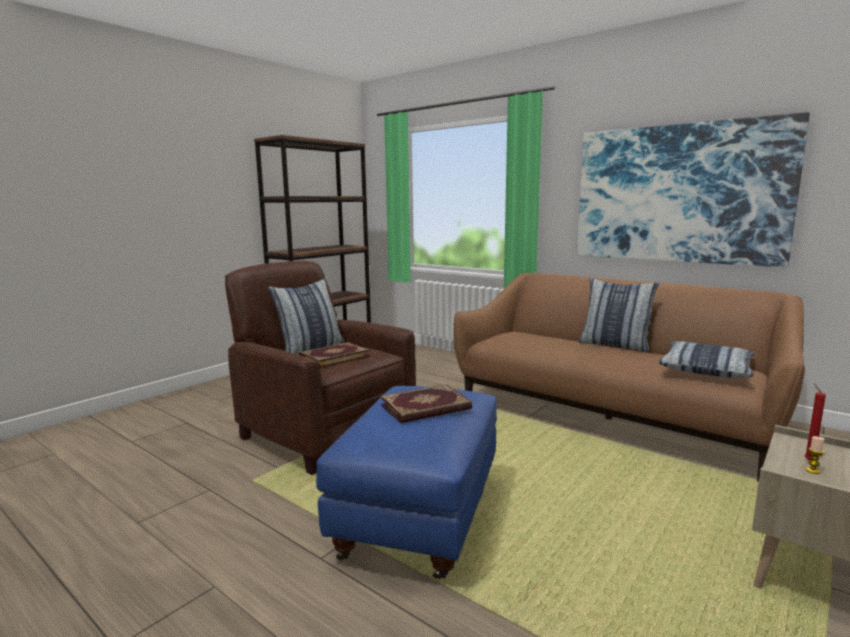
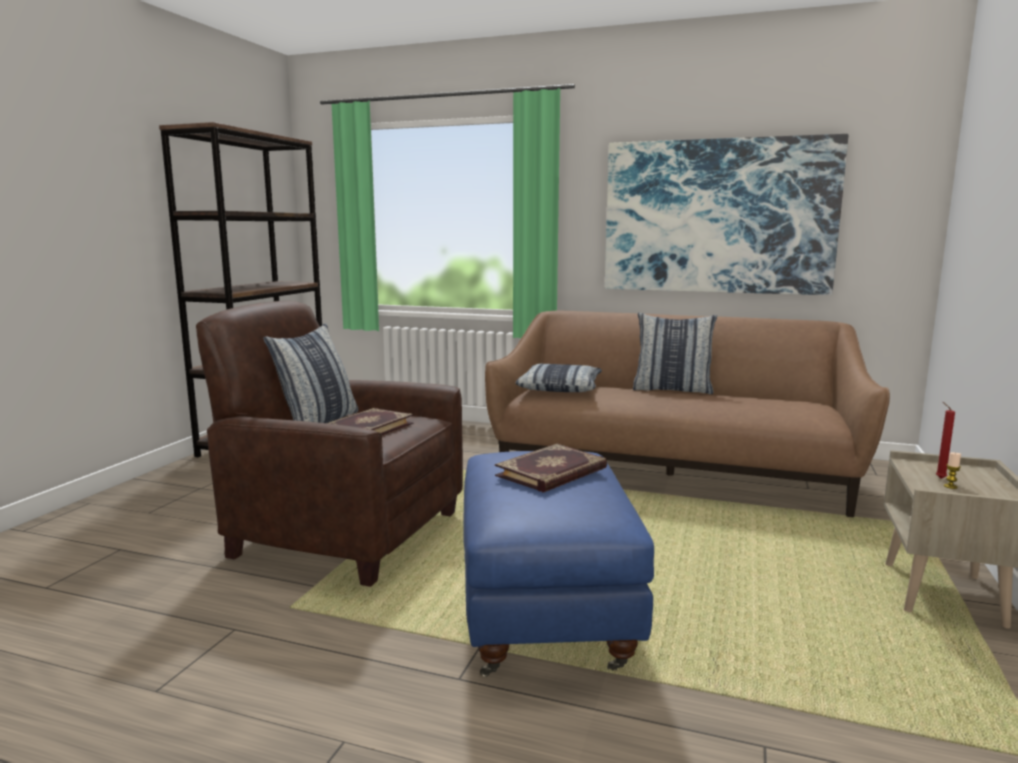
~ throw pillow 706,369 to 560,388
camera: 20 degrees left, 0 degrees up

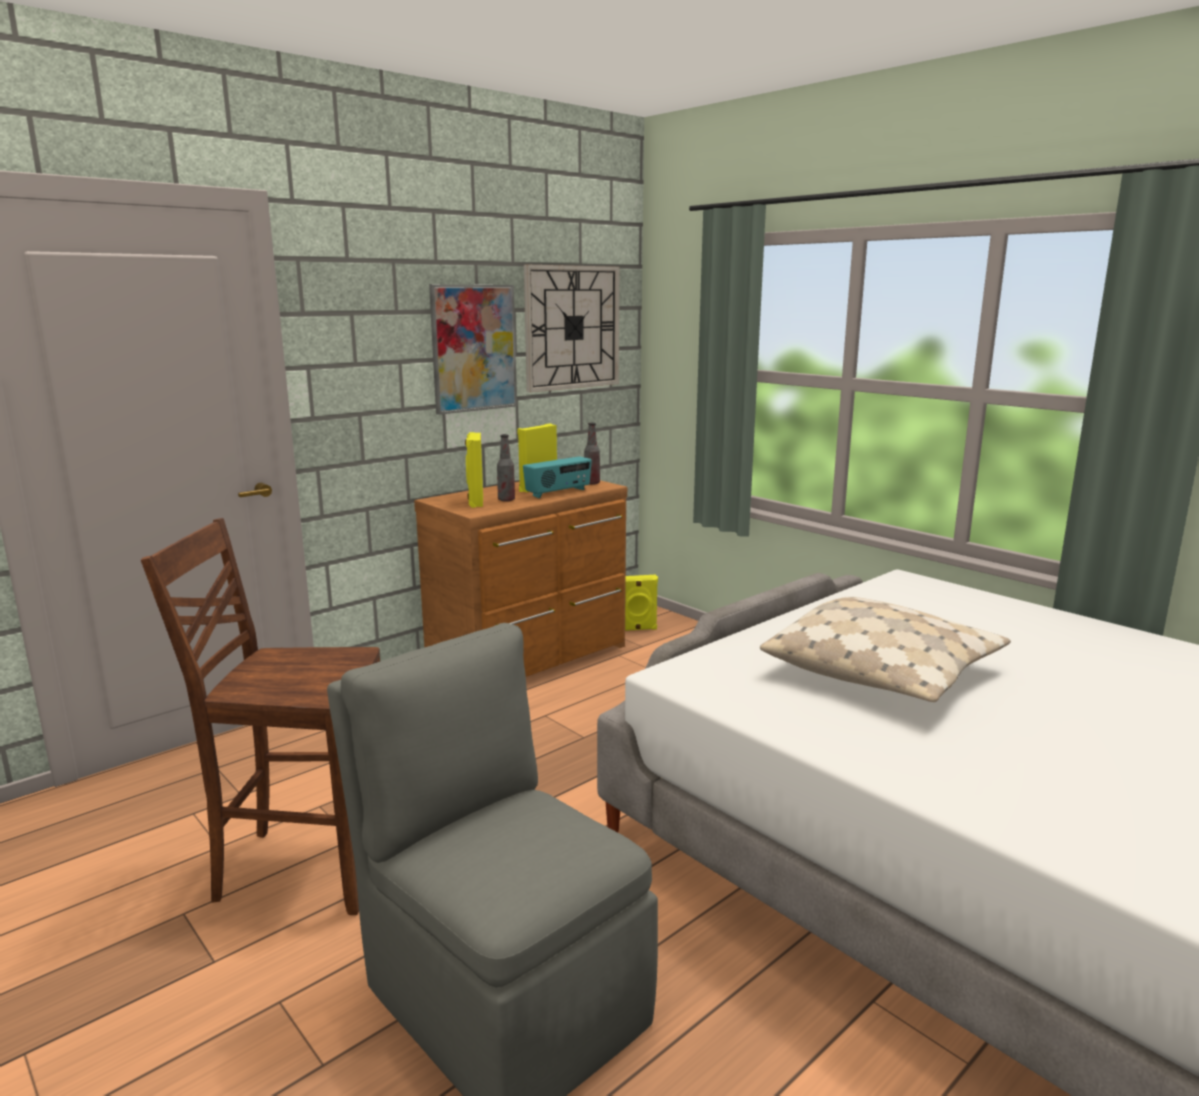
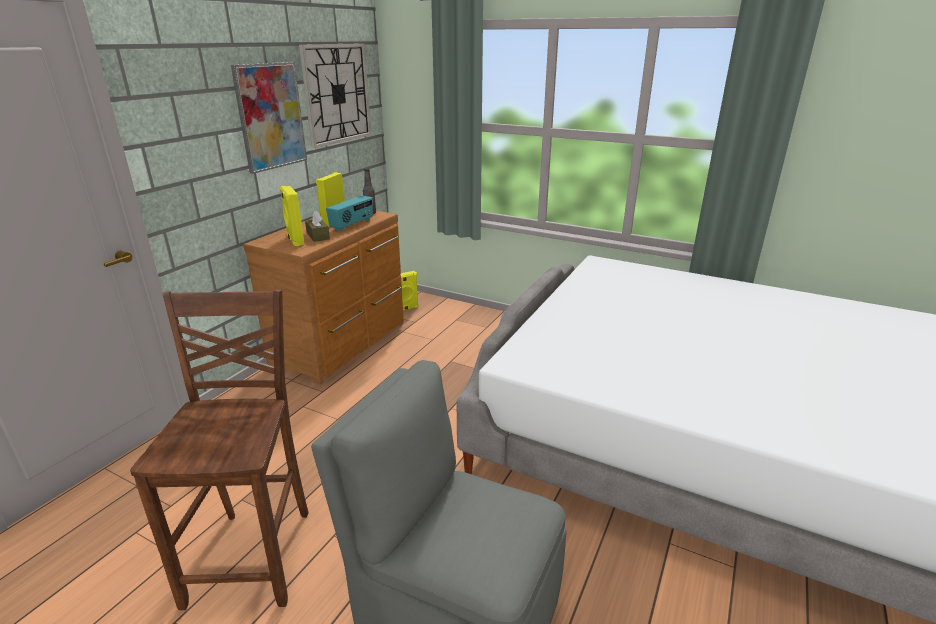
- beige throw pillow 883,672
~ drink bottle 506,500 to brownish tissue holder 318,236
~ brownish upright chair 303,867 = 255,554 105 degrees clockwise
camera: 20 degrees left, 10 degrees up

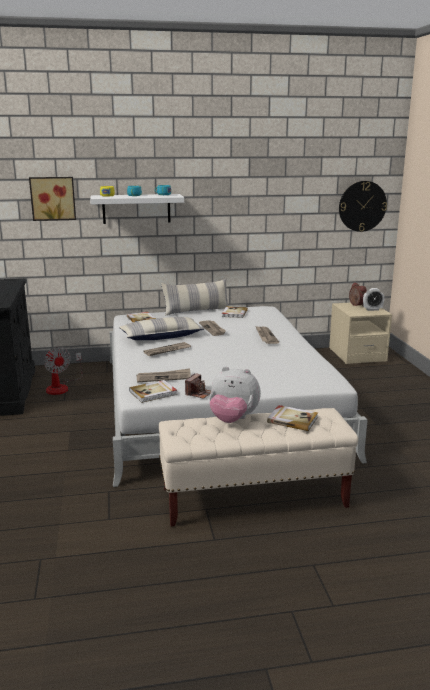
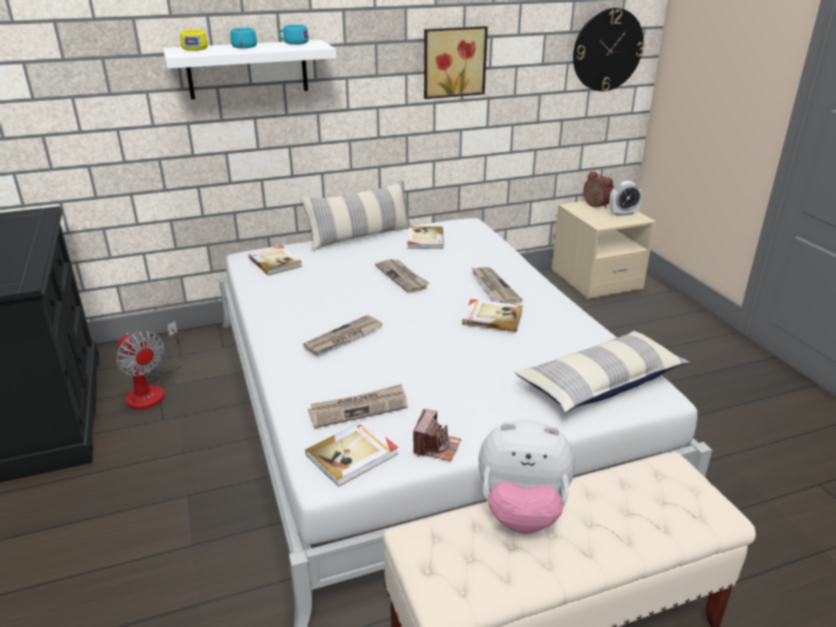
~ picture 53,198 to 453,61
~ throw pillow 161,337 to 600,383
~ bound book 292,419 to 492,317
camera: 10 degrees left, 10 degrees up

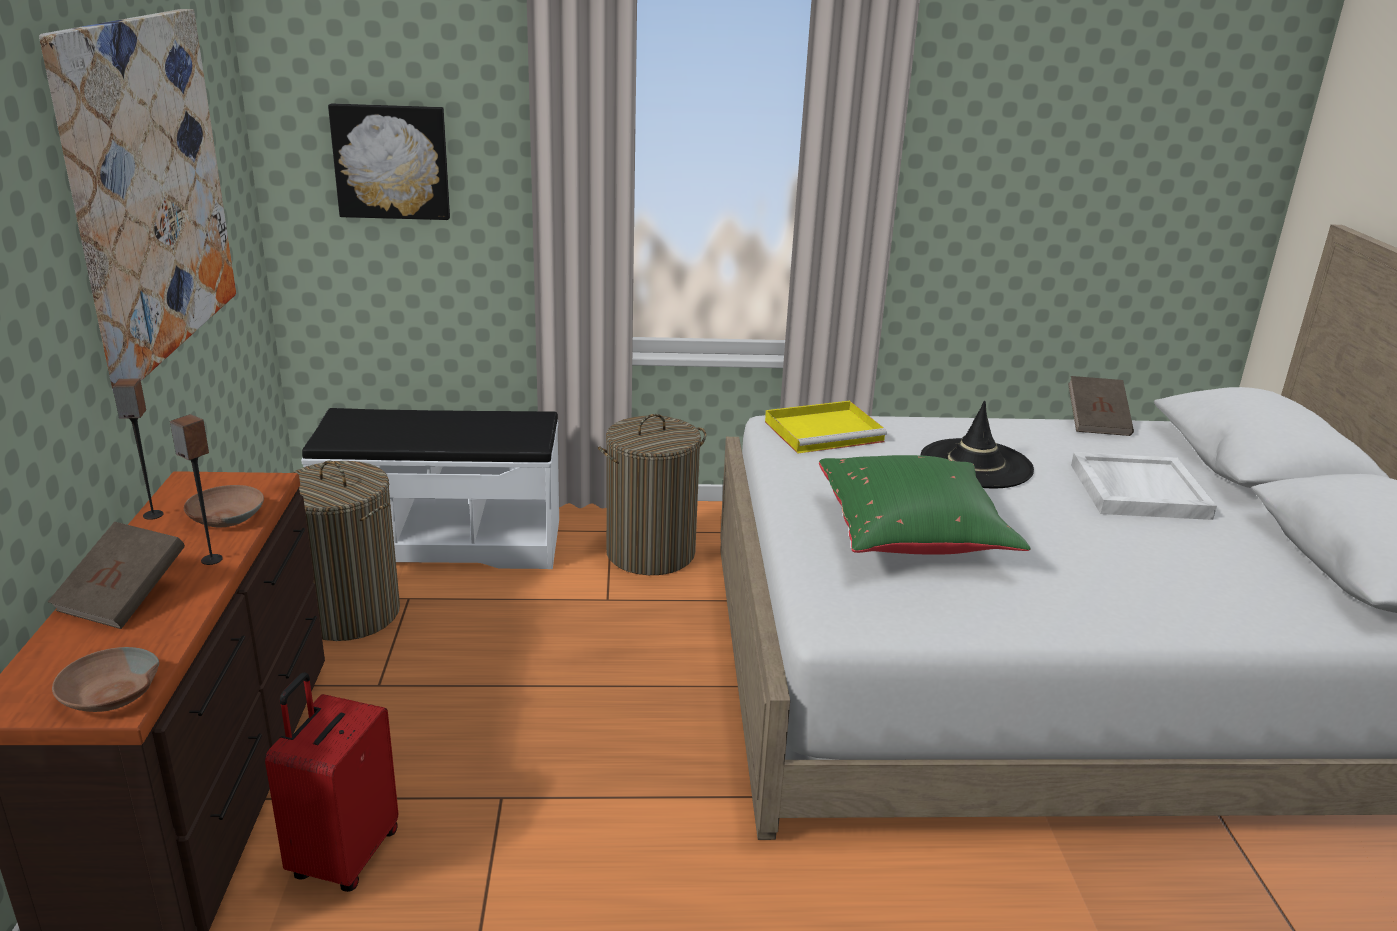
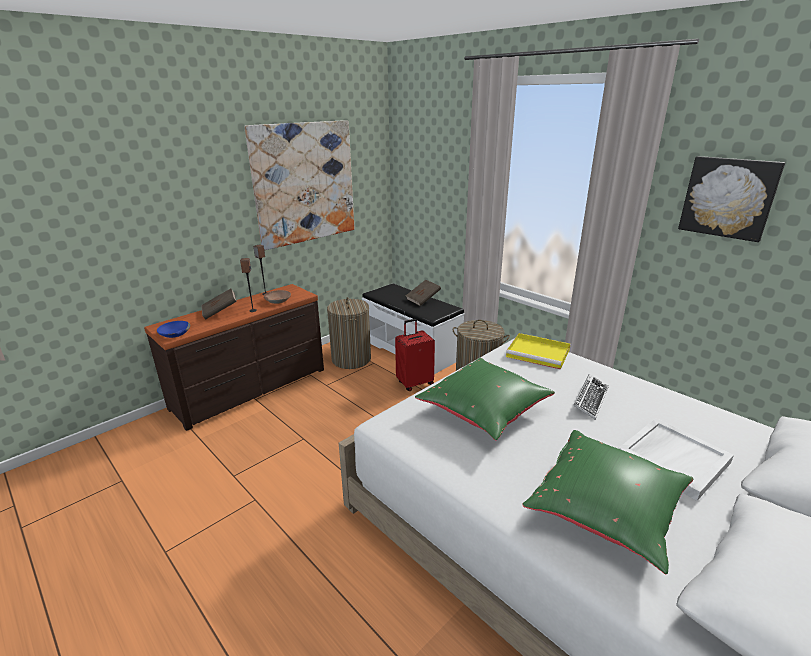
+ greenish throw pillow 606,512
~ red piece of luggage 343,855 to 414,383
~ picture 392,161 to 728,197
~ brownish bound book 1097,422 to 423,300
~ blackish clothing hat 976,464 to PC keyboard 590,399
~ brownish serving bowl 109,695 to blue-coloured serving bowl 174,333
camera: 50 degrees right, 0 degrees up

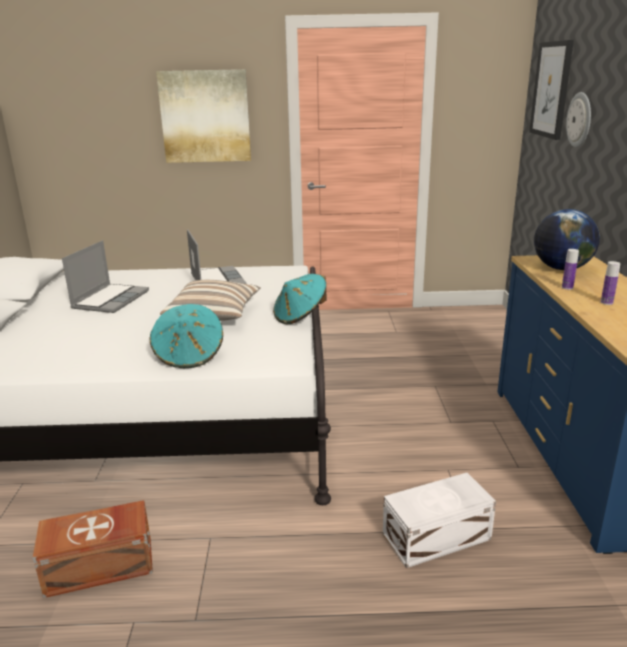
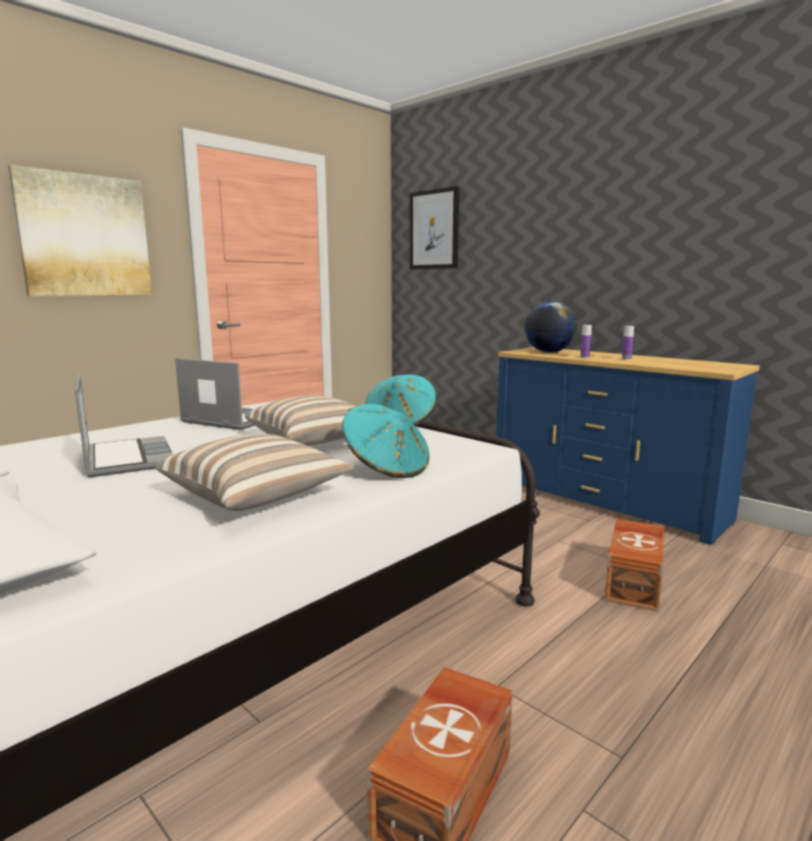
- hanging clock 580,120
+ throw pillow 257,496
~ white-coloured storage bin 438,537 to brownish storage bin 635,582
camera: 45 degrees left, 10 degrees down

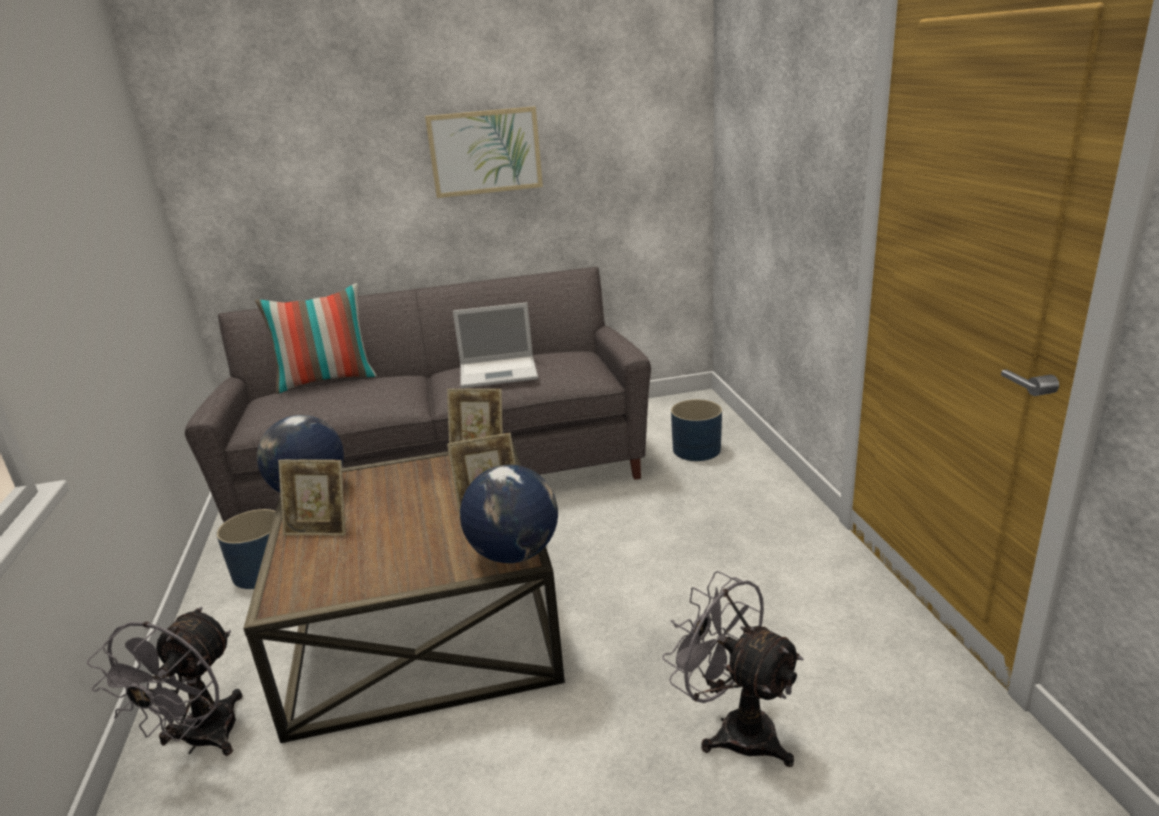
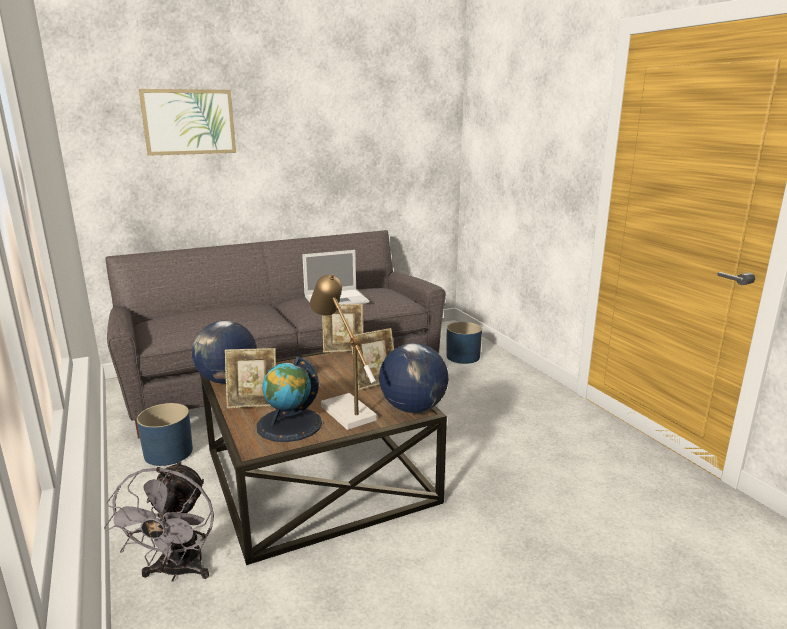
- throw pillow 327,381
- grey fan 735,728
+ globe 289,424
+ lamp for a table 343,410
~ picture 485,152 to 189,122
camera: 15 degrees left, 5 degrees down

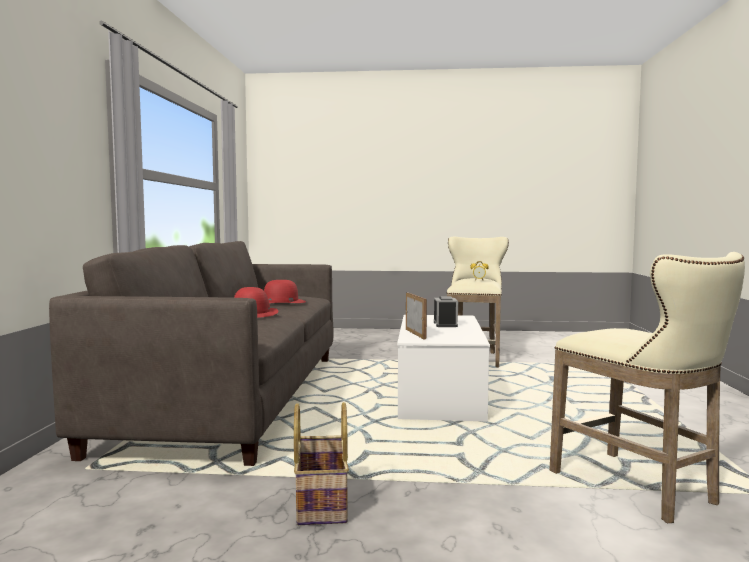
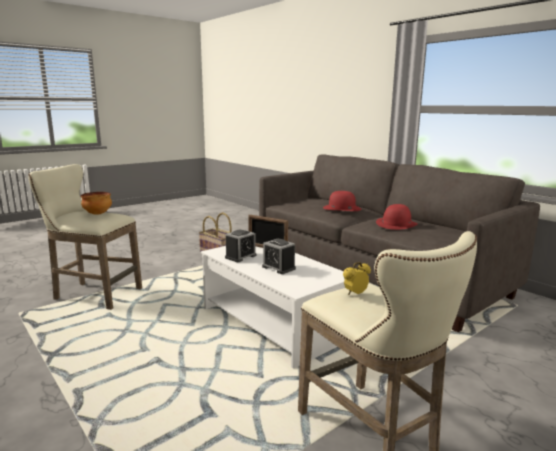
+ serving bowl 98,214
+ alarm clock 240,256
camera: 135 degrees right, 10 degrees up

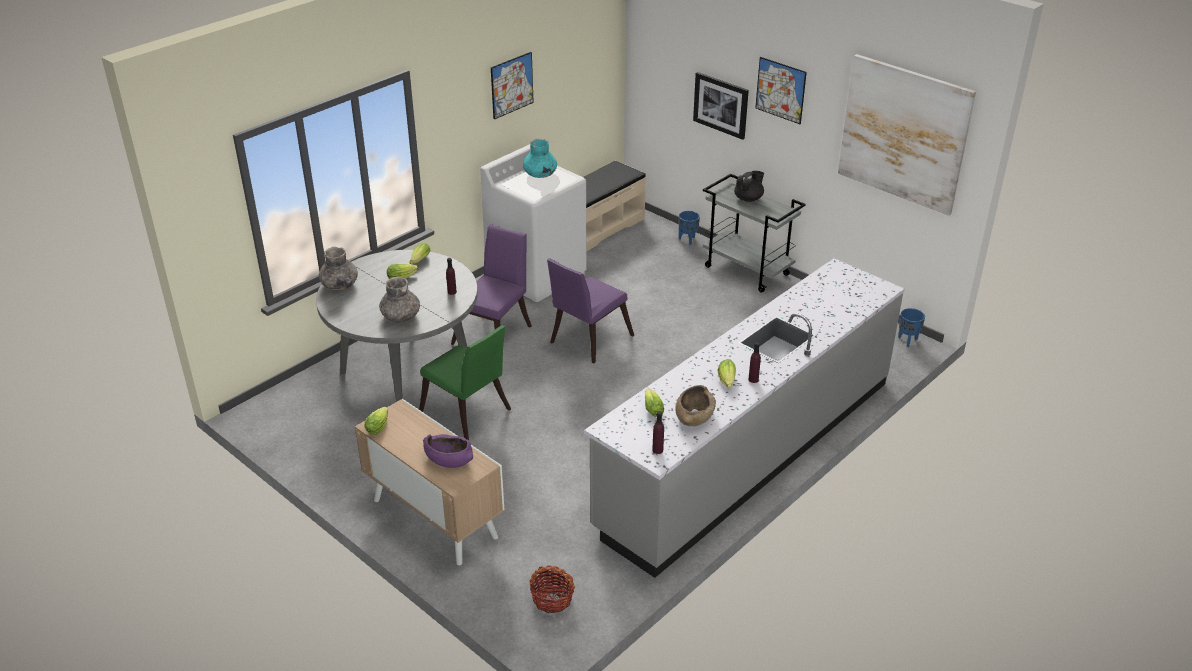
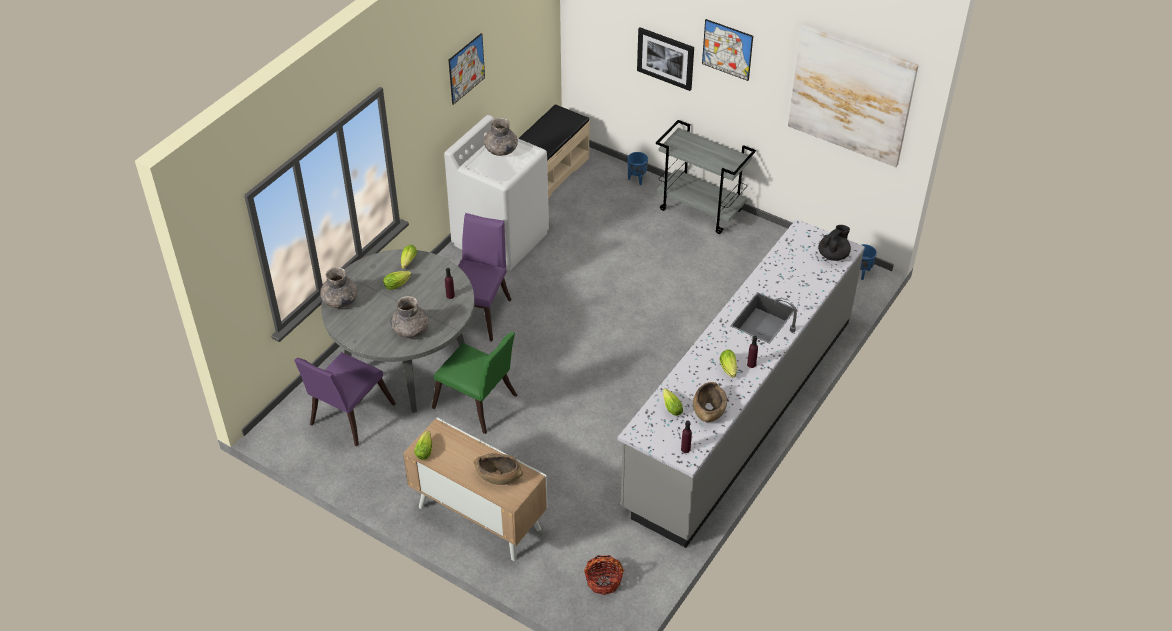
~ purple-coloured upright chair 587,341 to 348,417
~ blackish pot for tea 748,199 to 833,255
~ purple-coloured serving bowl 448,459 to brownish serving bowl 498,475
~ turquoise flower vase 540,174 to grey flower vase 501,150
camera: 10 degrees left, 10 degrees up

